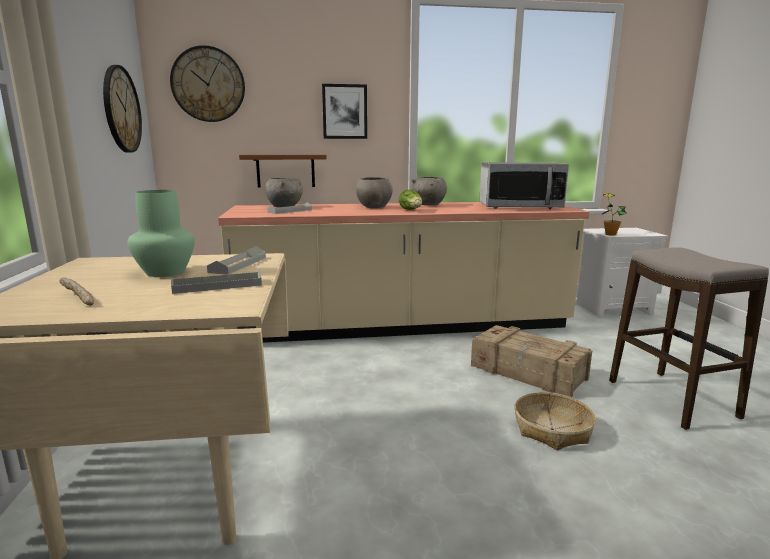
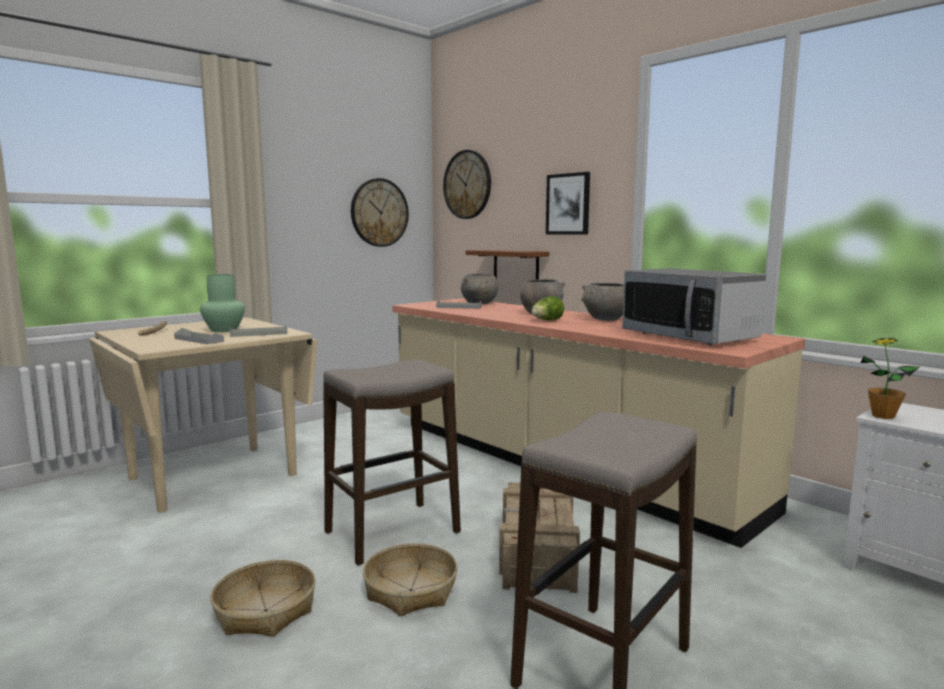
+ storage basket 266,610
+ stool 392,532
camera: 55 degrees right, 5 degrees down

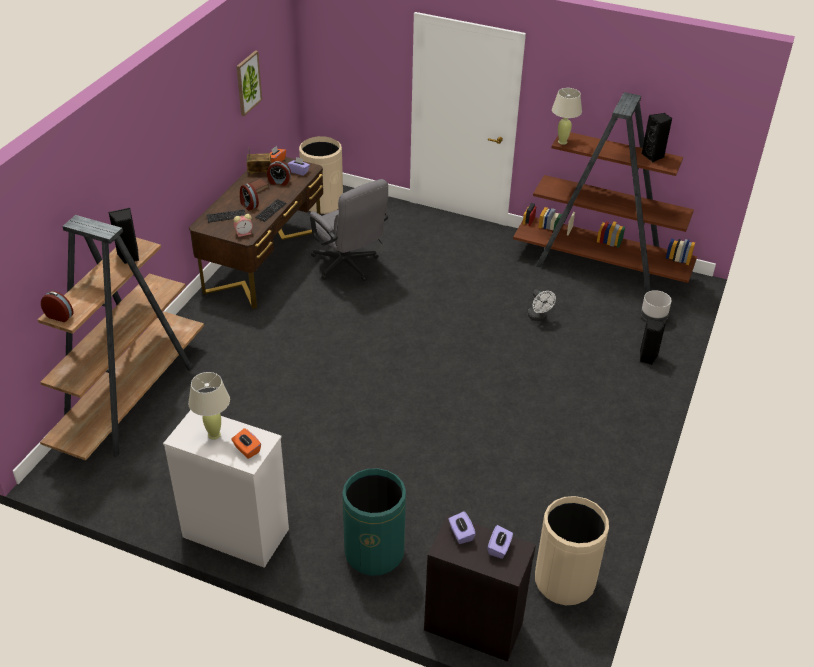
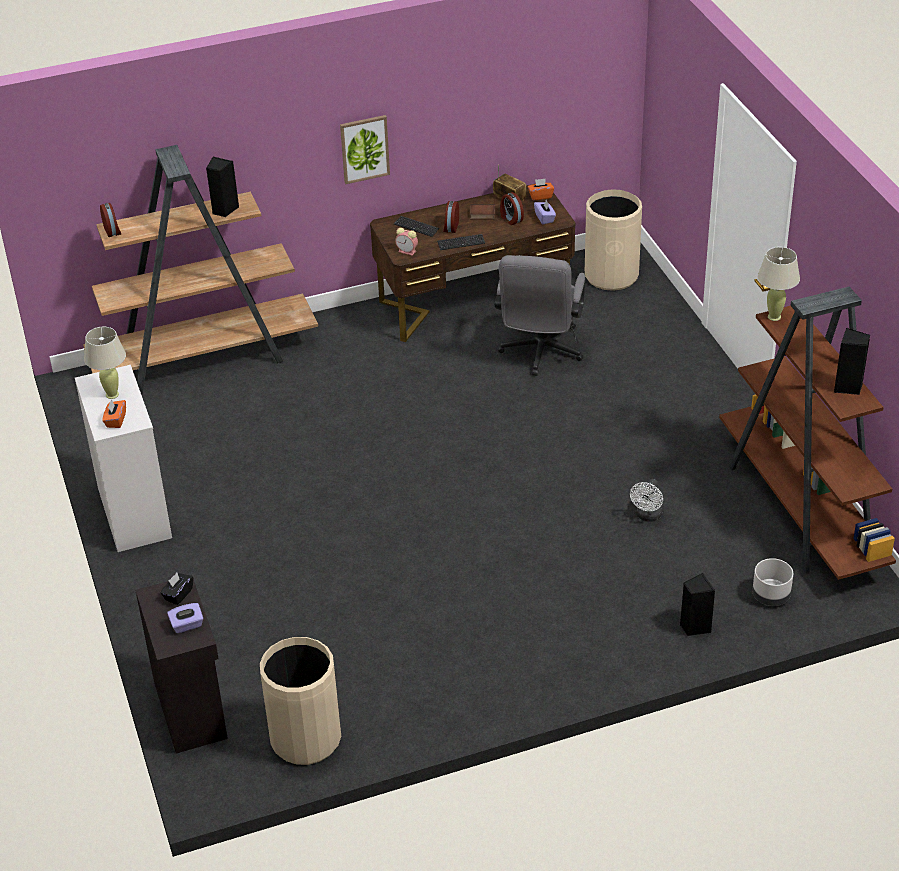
- greenish trash can 374,552
~ picture 248,83 to 364,148
~ purple-coloured tissue holder 461,534 to blackish tissue holder 178,594
camera: 50 degrees right, 0 degrees up

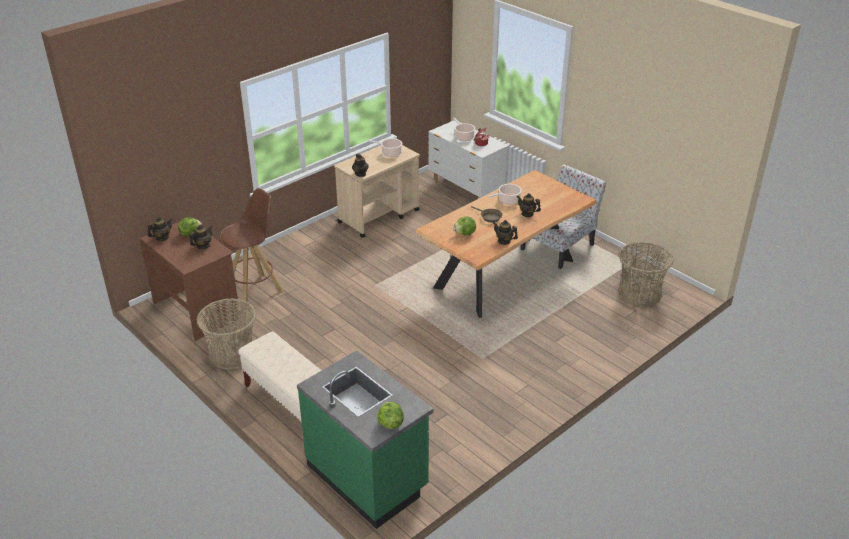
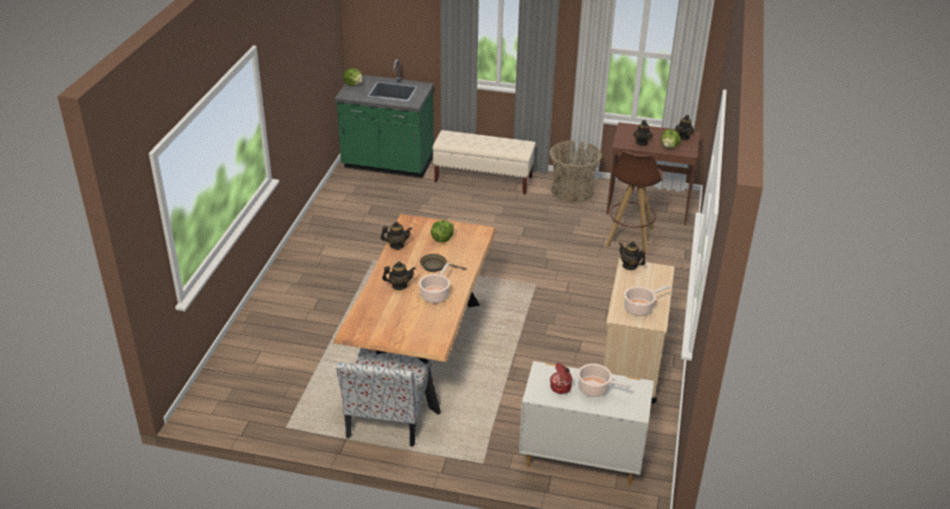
- storage basket 639,293
camera: 145 degrees right, 0 degrees up

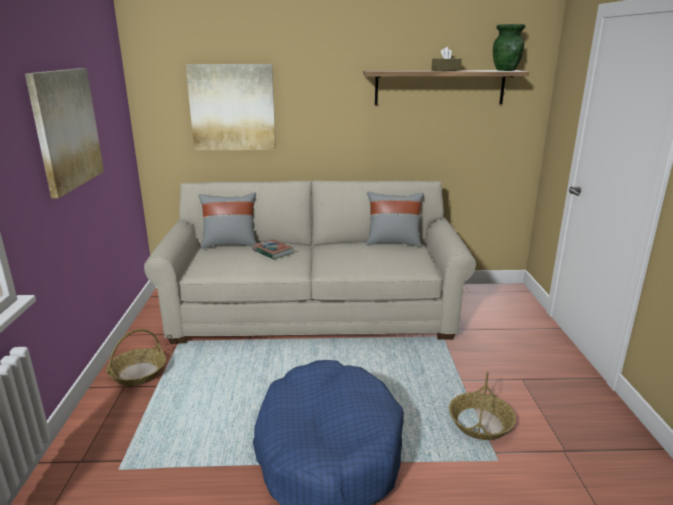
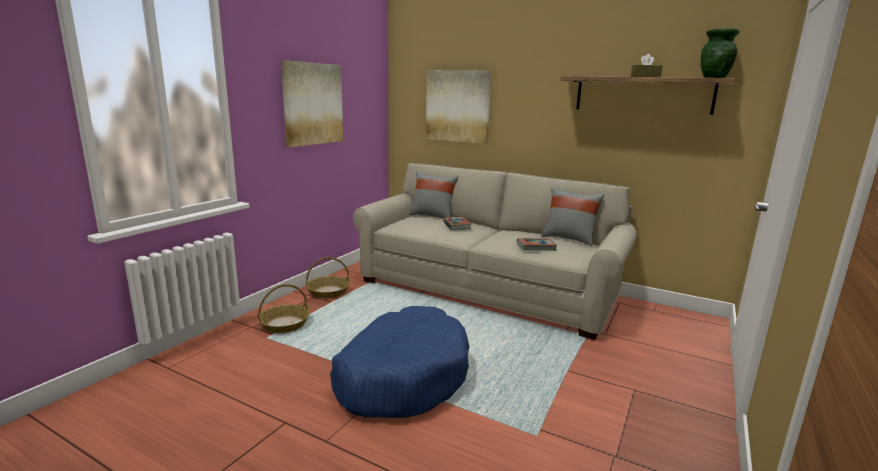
+ bound book 536,247
~ storage basket 480,423 to 284,324
camera: 30 degrees right, 5 degrees down

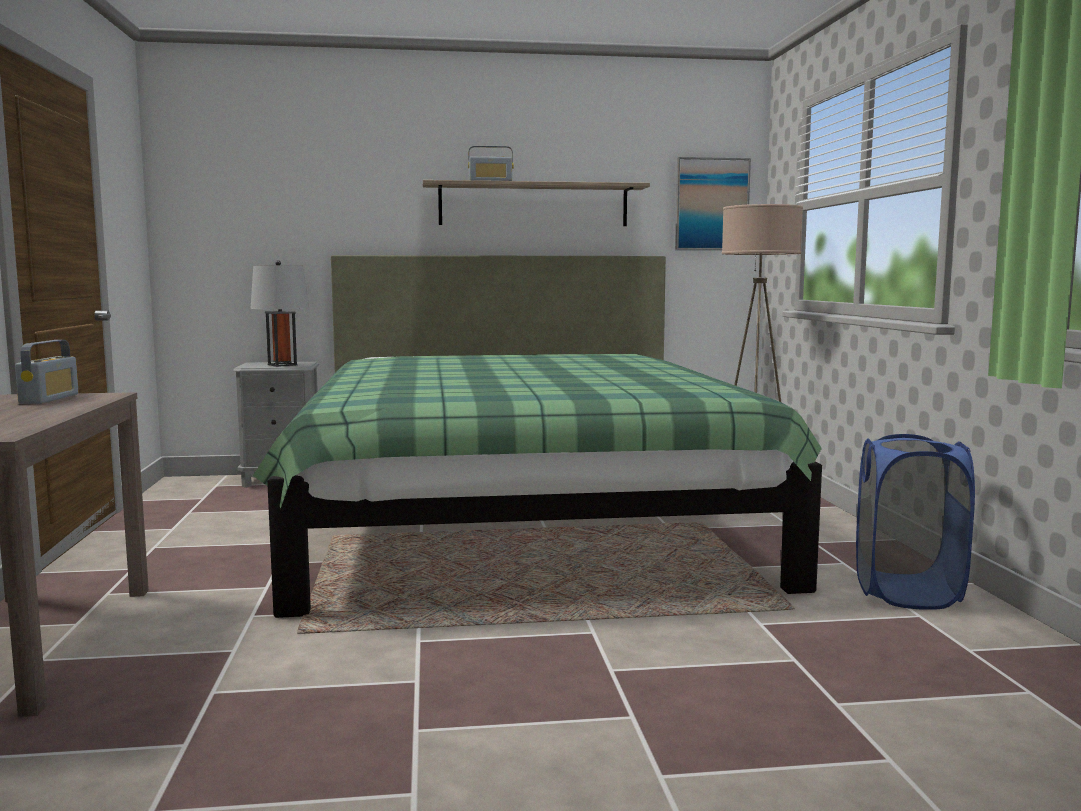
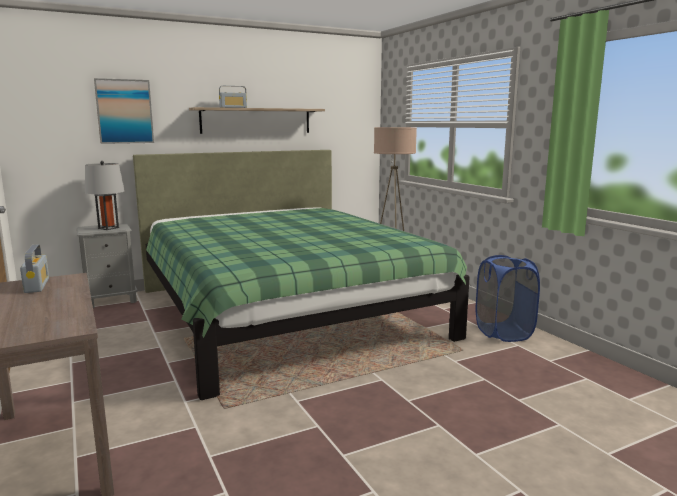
~ picture 711,204 to 124,111
camera: 20 degrees left, 5 degrees up

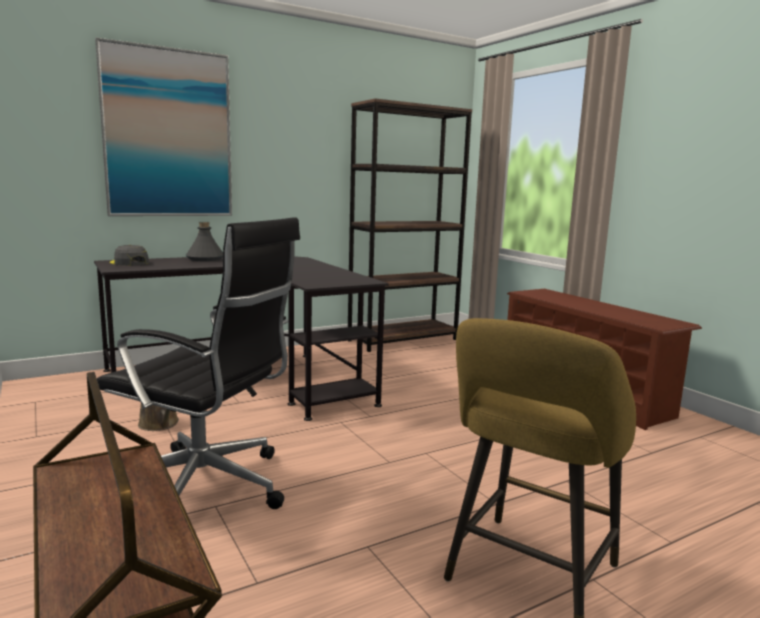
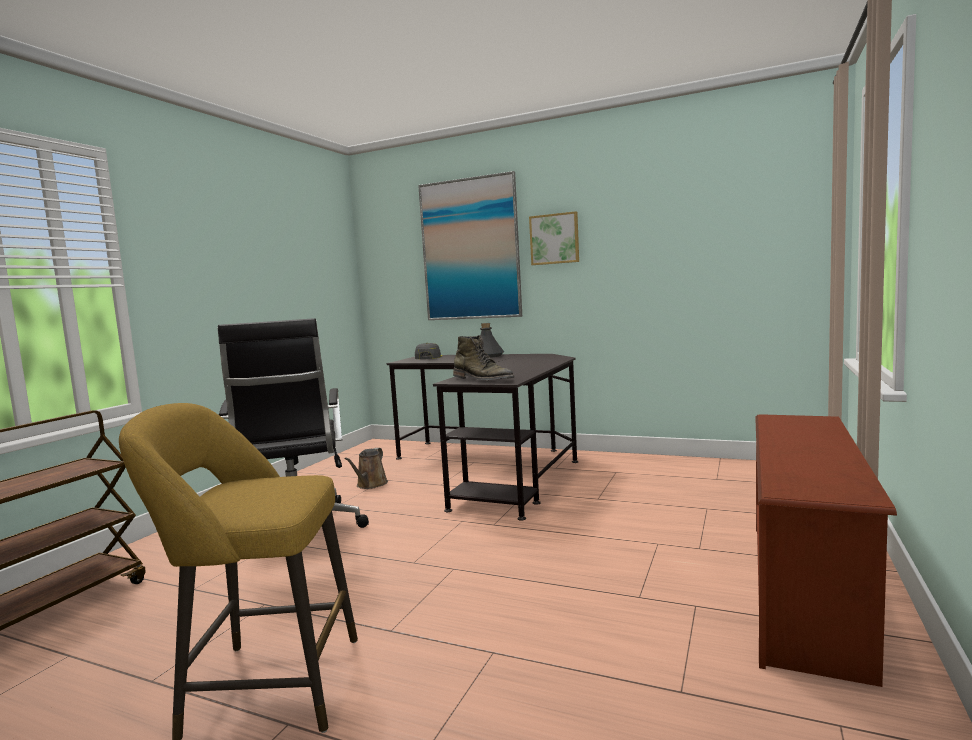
- brownish bookshelf 403,340
+ greenish tall boot 482,379
+ picture 554,239
camera: 55 degrees right, 5 degrees down

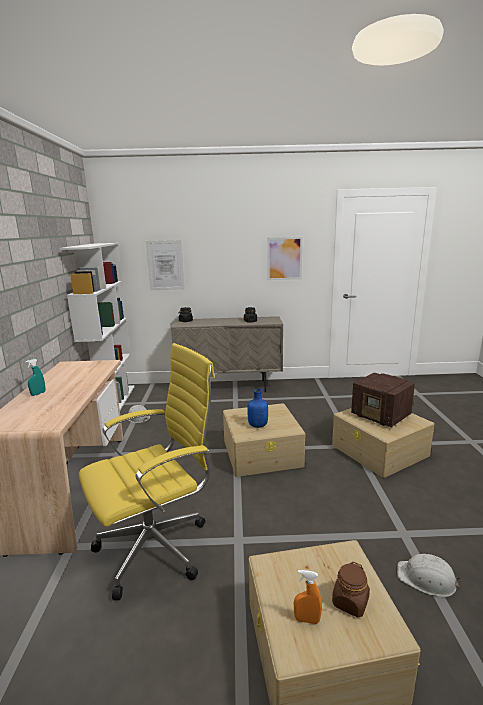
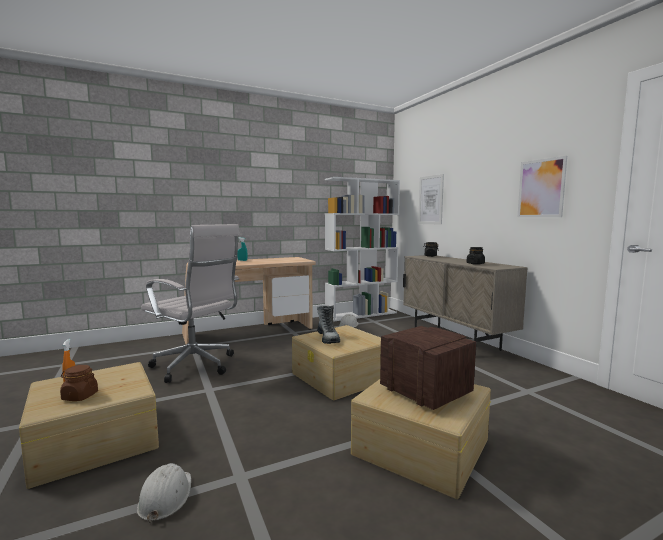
~ blue-coloured drink bottle 257,425 to tall boot 328,338
~ yellowish computer chair 158,547 to white-coloured computer chair 196,366
~ radio set 381,416 = 424,391 120 degrees clockwise
camera: 65 degrees right, 10 degrees down

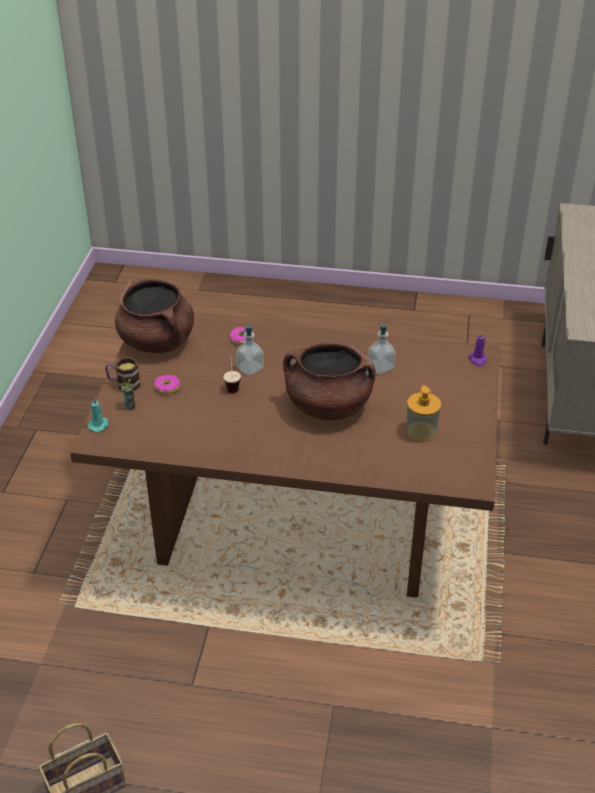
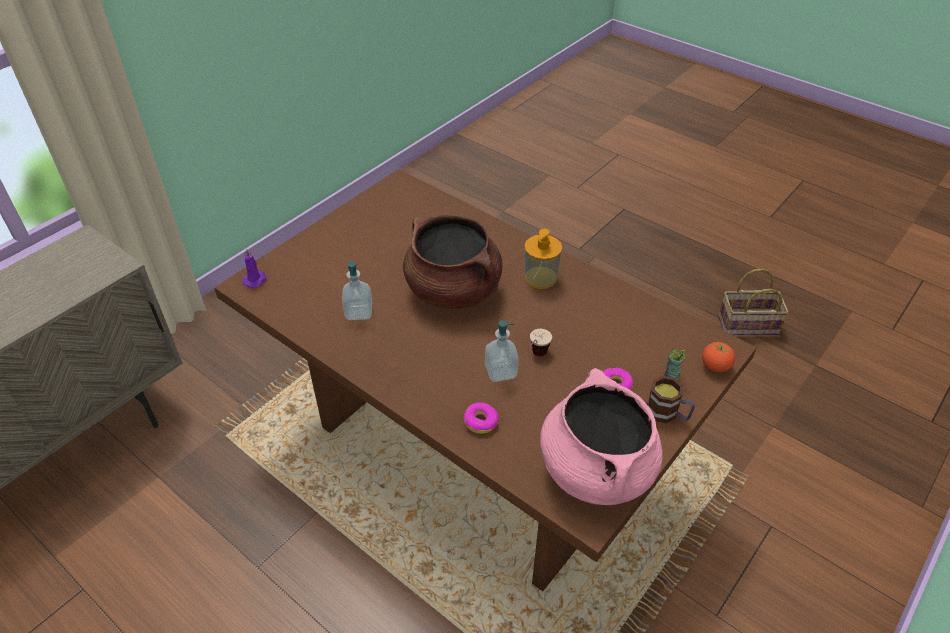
~ liquid soap bottle 421,431 to 540,278
~ turquoise wax candle 99,425 to tomato 715,366
~ brownish stockpot 157,341 to pinkish stockpot 595,469
camera: 150 degrees left, 5 degrees up

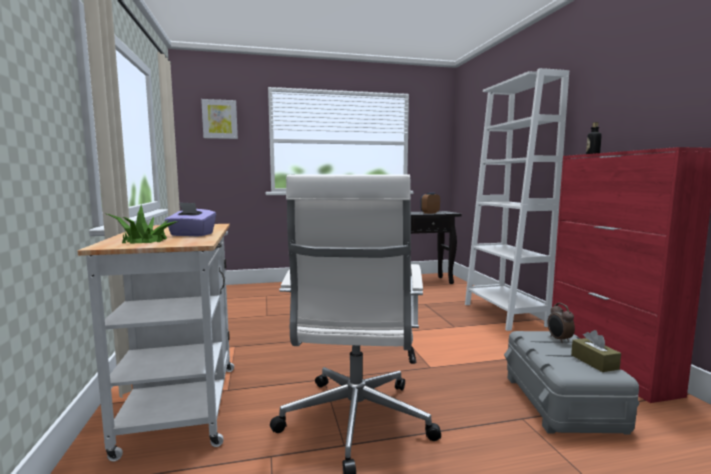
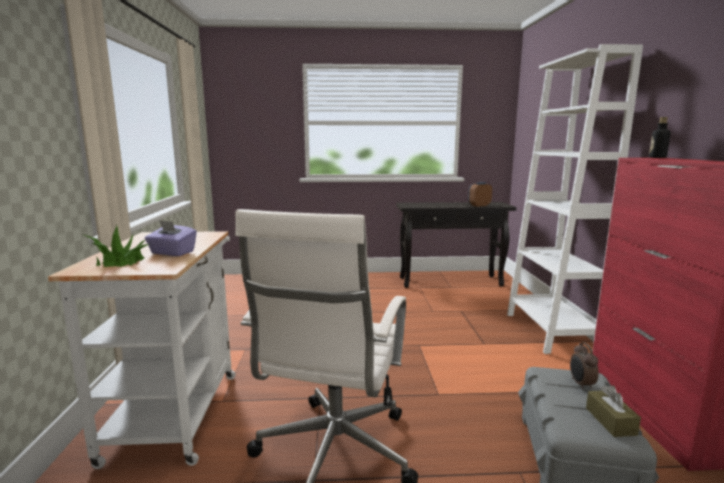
- picture 220,119
camera: 10 degrees right, 5 degrees up

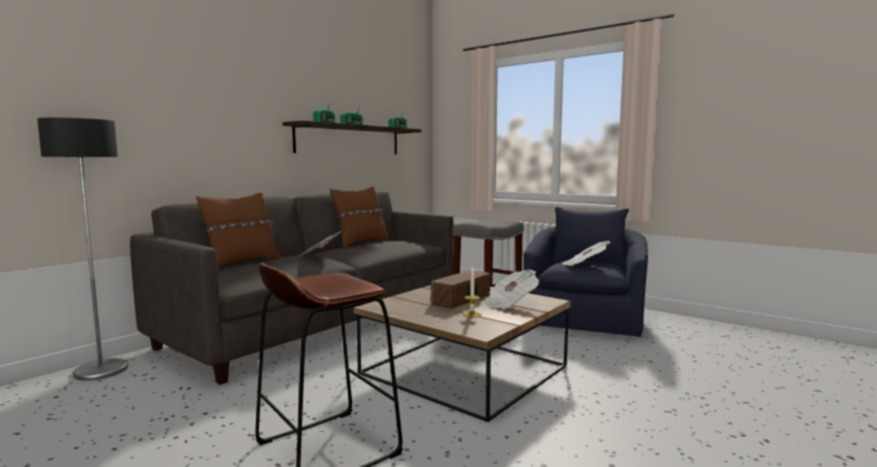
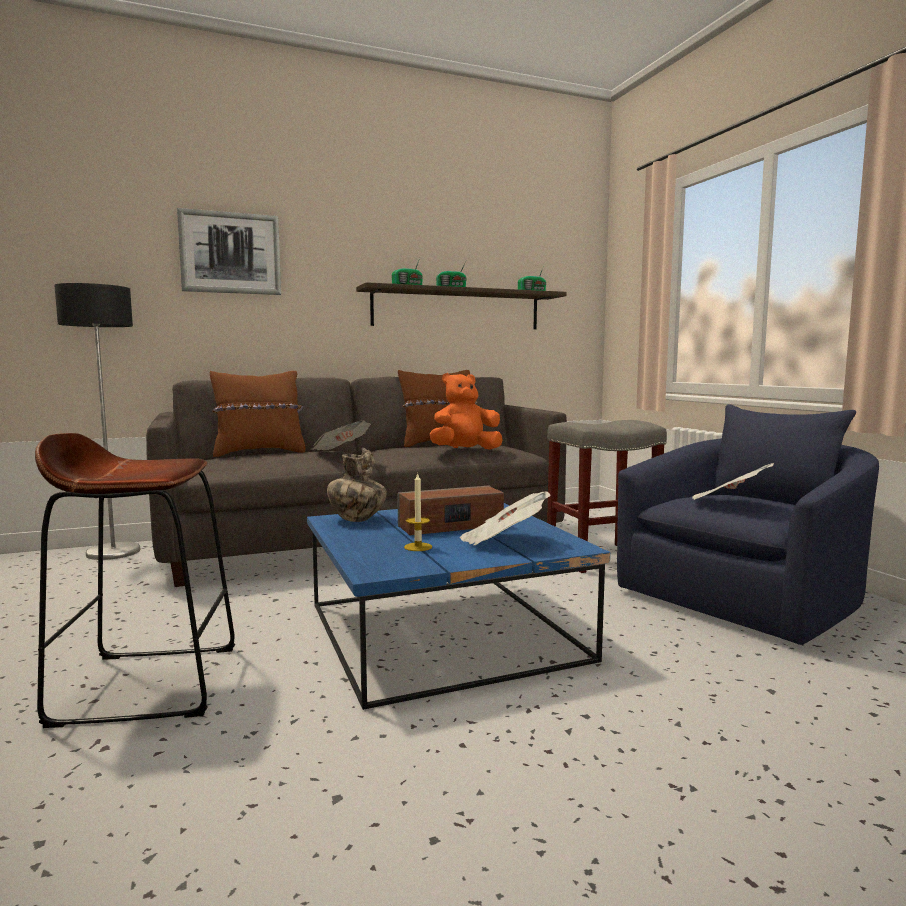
+ picture 230,253
+ flower vase 356,519
+ orange-coloured cuddly toy 465,450
~ brownish low table 463,368 to blue-coloured low table 444,629
camera: 30 degrees right, 0 degrees up

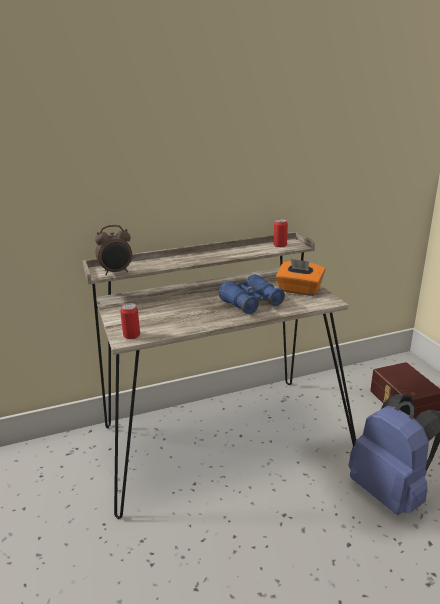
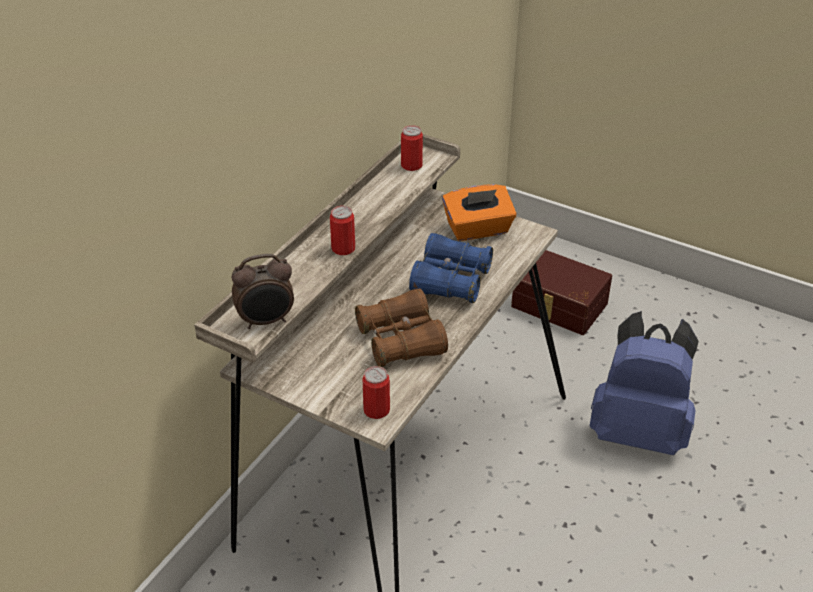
+ can 343,248
+ brownish pair of binoculars 401,340
~ alarm clock 116,272 = 266,321 45 degrees clockwise
camera: 40 degrees left, 15 degrees up

